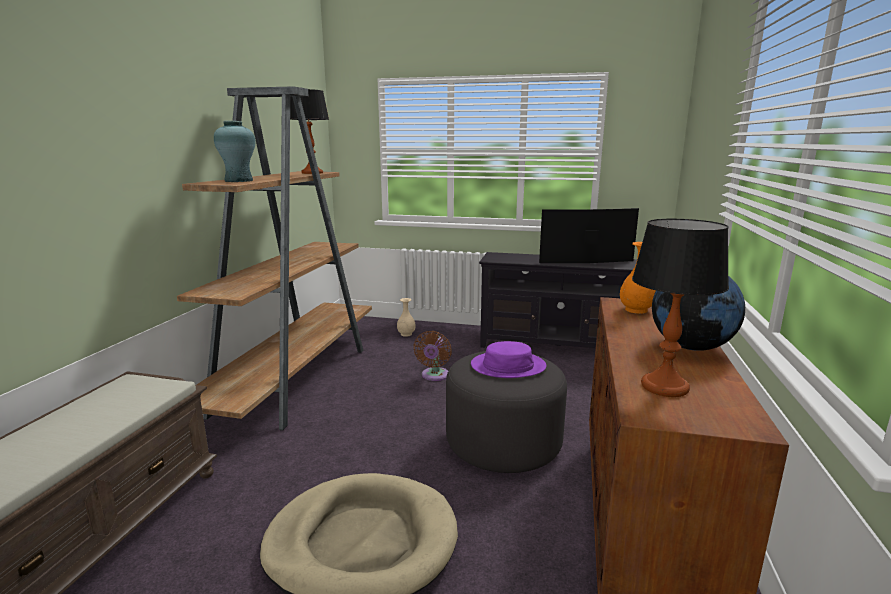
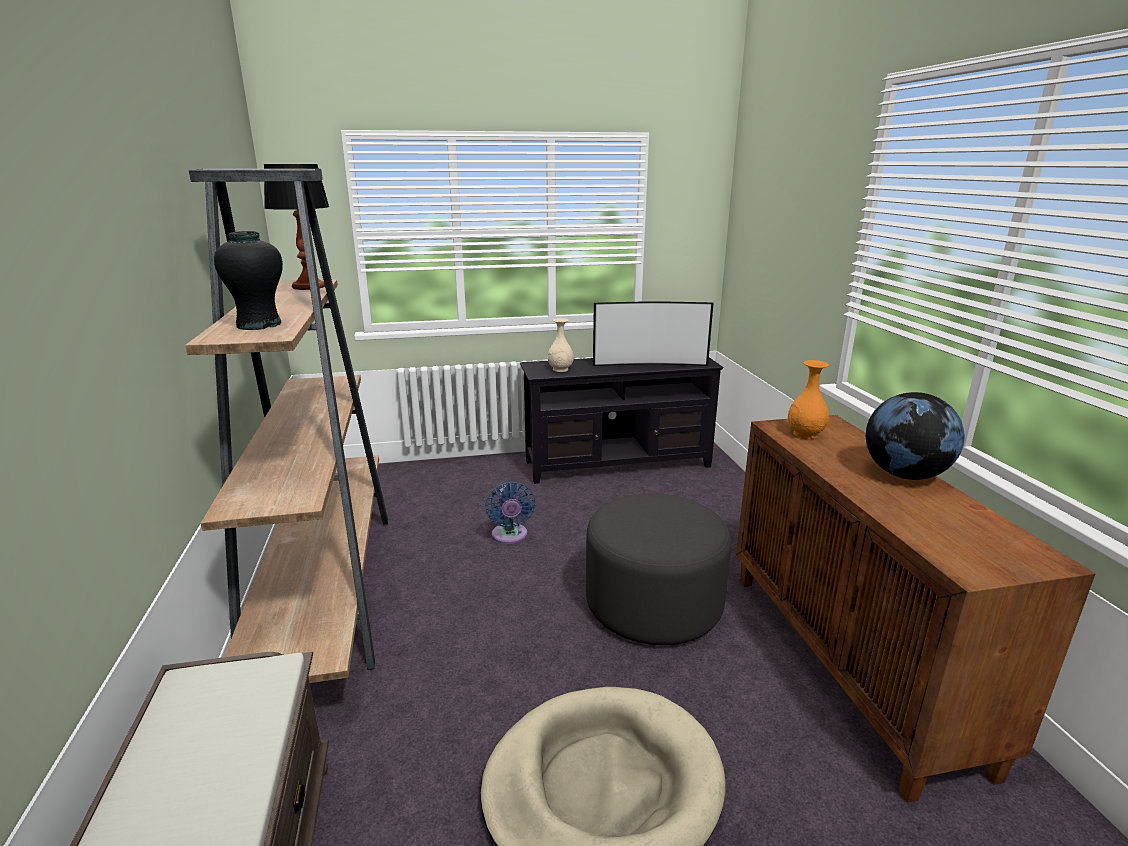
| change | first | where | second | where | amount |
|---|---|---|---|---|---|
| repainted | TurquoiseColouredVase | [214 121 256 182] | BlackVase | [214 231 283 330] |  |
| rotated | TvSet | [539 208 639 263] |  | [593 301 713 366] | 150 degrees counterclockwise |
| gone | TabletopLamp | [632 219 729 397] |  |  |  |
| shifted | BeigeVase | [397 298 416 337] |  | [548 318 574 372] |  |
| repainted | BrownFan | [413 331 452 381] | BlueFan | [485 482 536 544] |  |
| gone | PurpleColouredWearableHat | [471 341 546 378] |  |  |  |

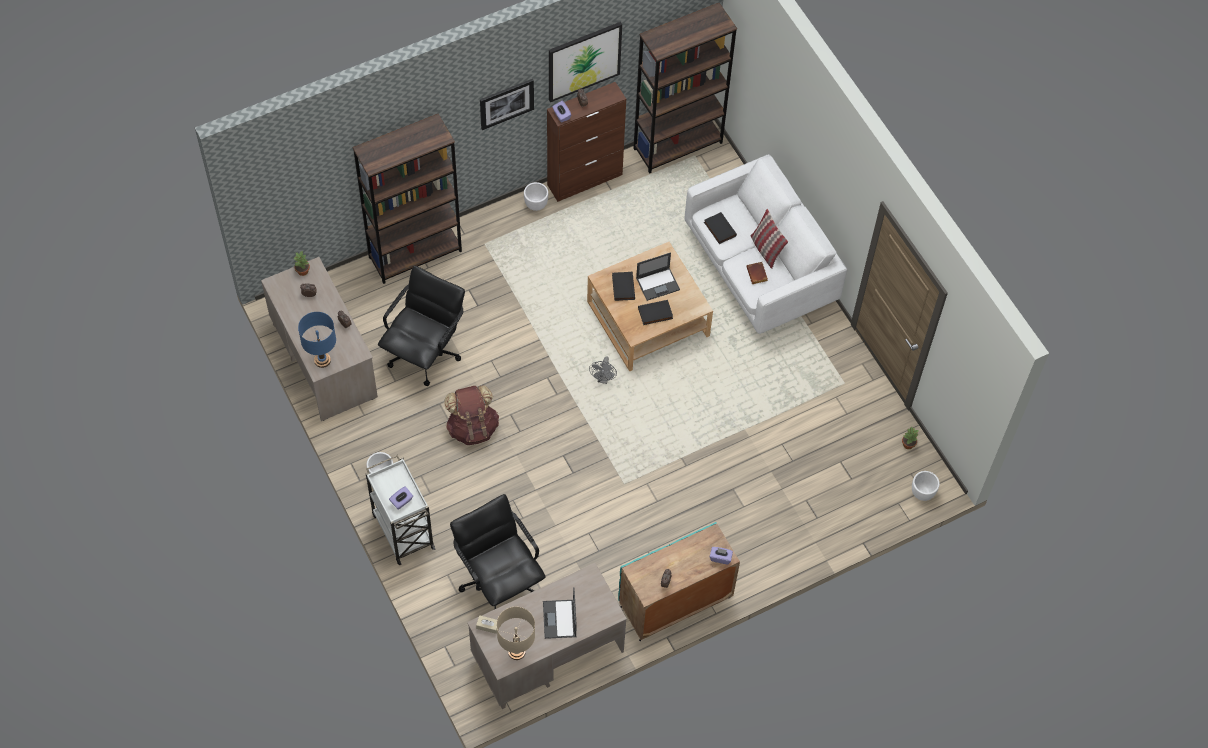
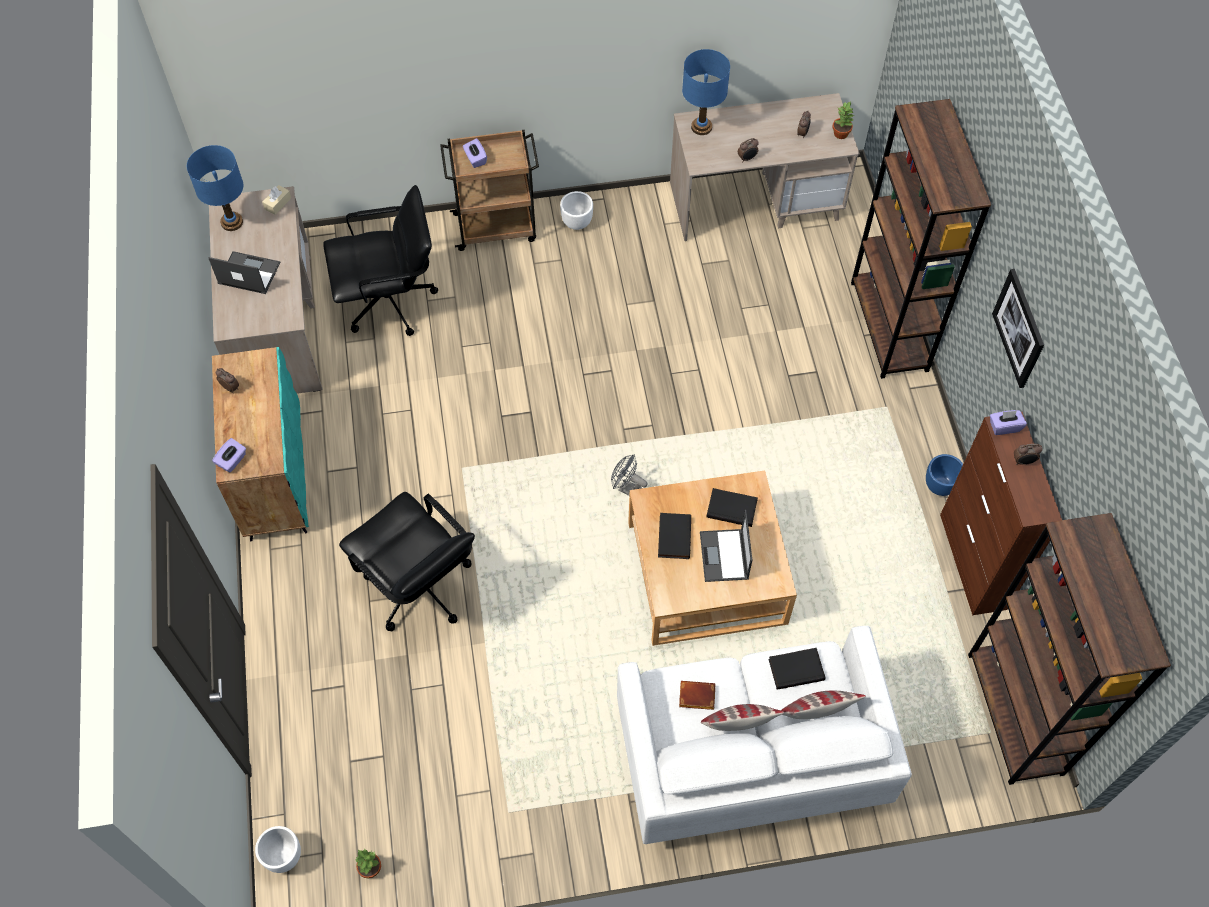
| change | first | where | second | where | amount |
|---|---|---|---|---|---|
| gone | WallPicture | [549 22 622 102] |  |  |  |
| repainted | WhiteColouredPlantPot | [524 182 548 211] | BluePlantPot | [926 454 963 496] |  |
| shifted | BlackDeskChair | [378 266 465 386] |  | [339 492 475 631] |  |
| gone | BrownKnapsack | [444 385 499 445] |  |  |  |
| repainted | WhiteColouredWheeledCart | [366 455 435 565] | BrownWheeledCart | [440 130 539 251] |  |
| repainted | BeigeTabletopLamp | [497 607 535 660] | BlueTabletopLamp | [187 145 244 231] |  |
| new |  |  | Pillow | [781 691 866 719] |  |

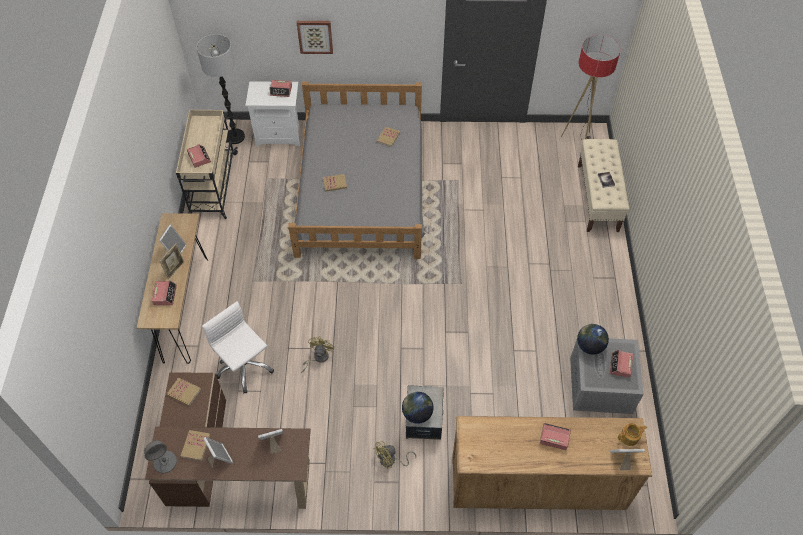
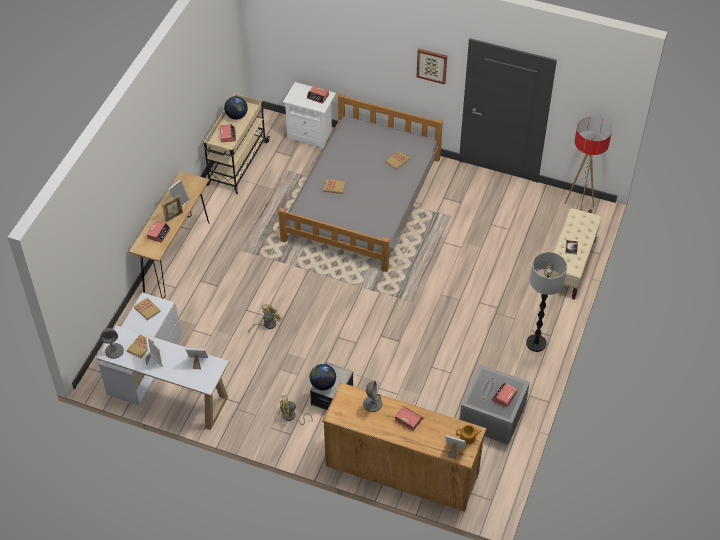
| change | first | where | second | where | amount |
|---|---|---|---|---|---|
| shifted | WallPicture | [297 21 333 54] |  | [416 49 447 85] |  |
| shifted | StandardLamp | [197 34 245 144] |  | [526 252 567 352] |  |
| gone | WhiteColouredDeskChair | [202 301 274 393] |  |  |  |
| shifted | WorldGlobe | [577 324 609 355] |  | [224 96 248 120] |  |
| repainted | BrownDeskUnit | [145 372 311 509] | WhiteColouredDeskUnit | [97 293 229 430] |  |
| new |  |  | GreyTabletopLamp | [363 381 382 412] |  |

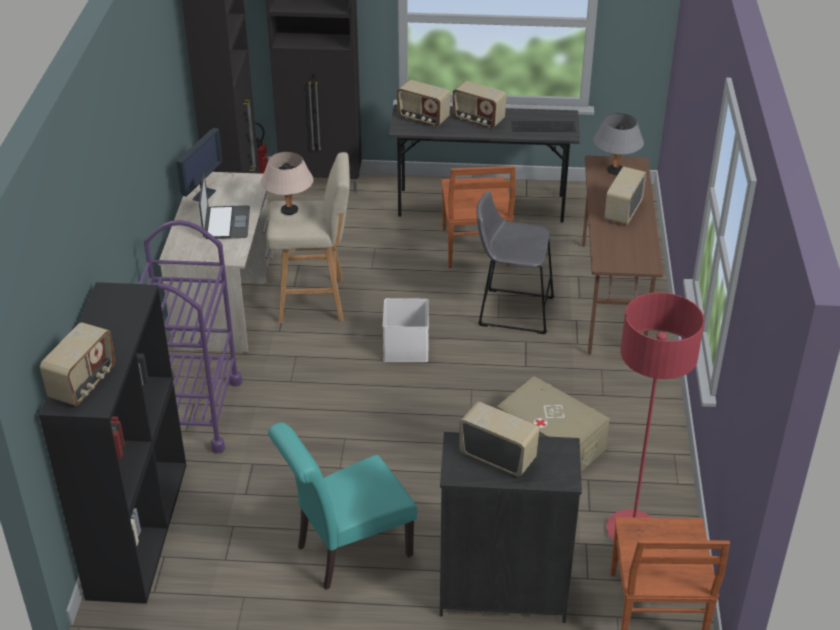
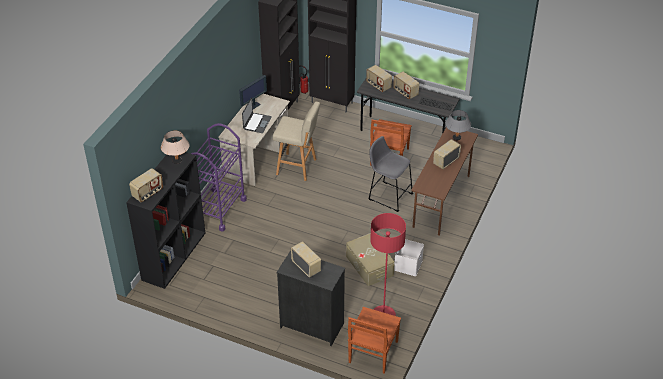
| change | first | where | second | where | amount |
|---|---|---|---|---|---|
| shifted | BeigeTabletopLamp | [261 152 313 215] |  | [161 130 189 164] |  |
| shifted | WhiteColouredStorageContainer | [383 298 429 362] |  | [394 239 424 276] |  |
| gone | TurquoiseColouredUprightChair | [268 423 418 590] |  |  |  |

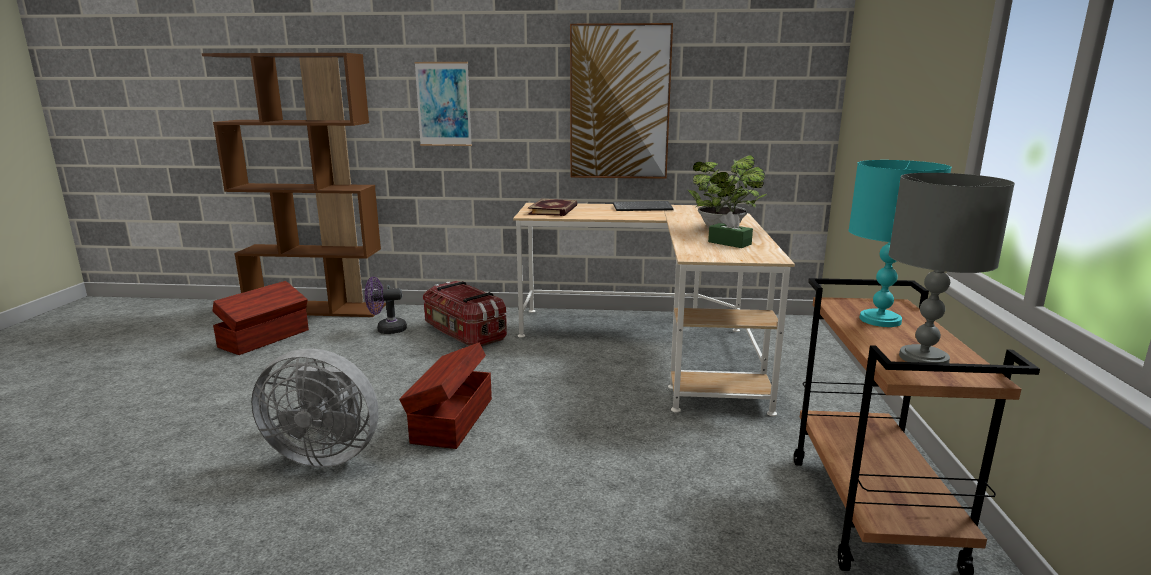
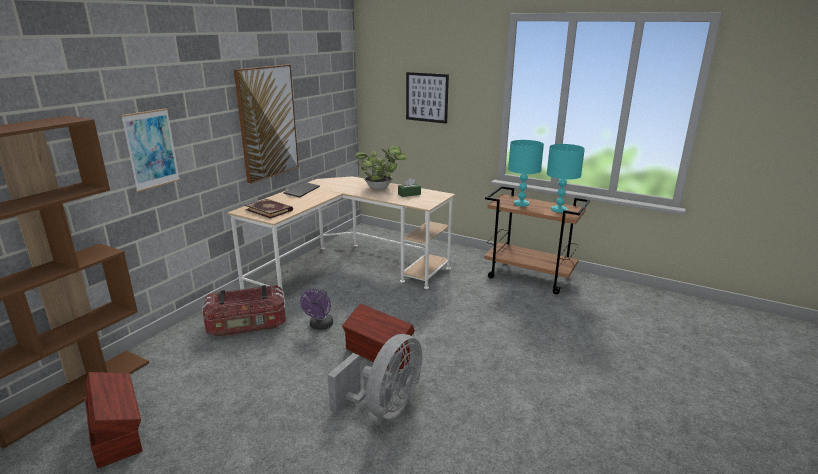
| change | first | where | second | where | amount |
|---|---|---|---|---|---|
| repainted | GreyTabletopLamp | [889 173 1015 363] | TurquoiseColouredTabletopLamp | [547 144 585 213] |  |
| shifted | PurpleColouredFan | [365 277 407 334] |  | [300 289 333 330] |  |
| new |  |  | WallPicture | [406 72 449 124] |  |

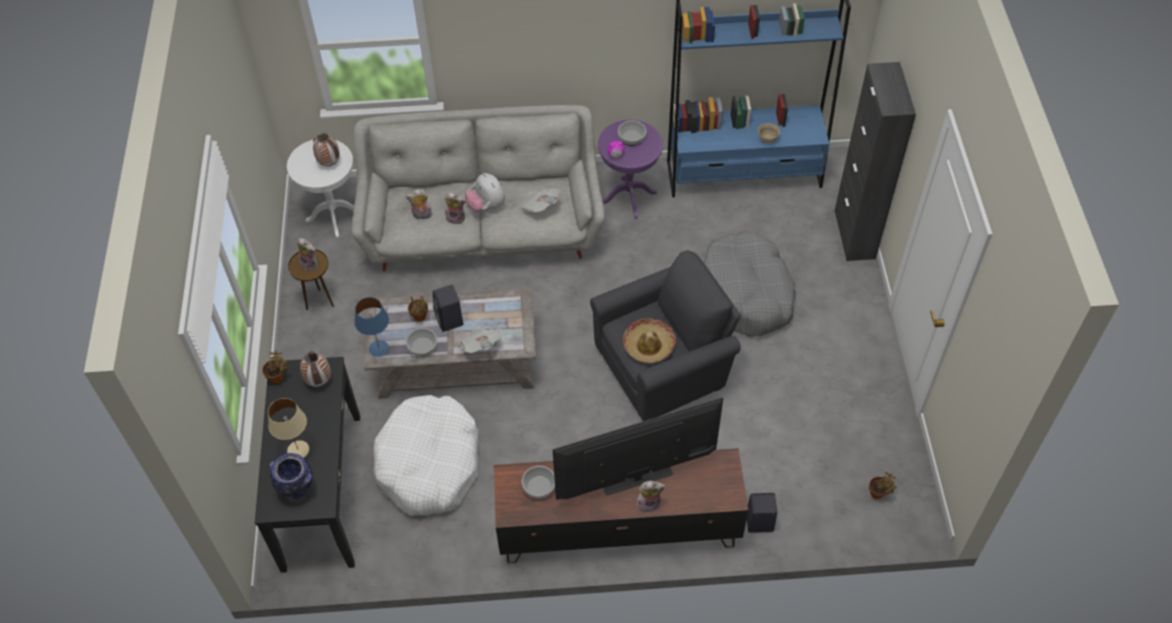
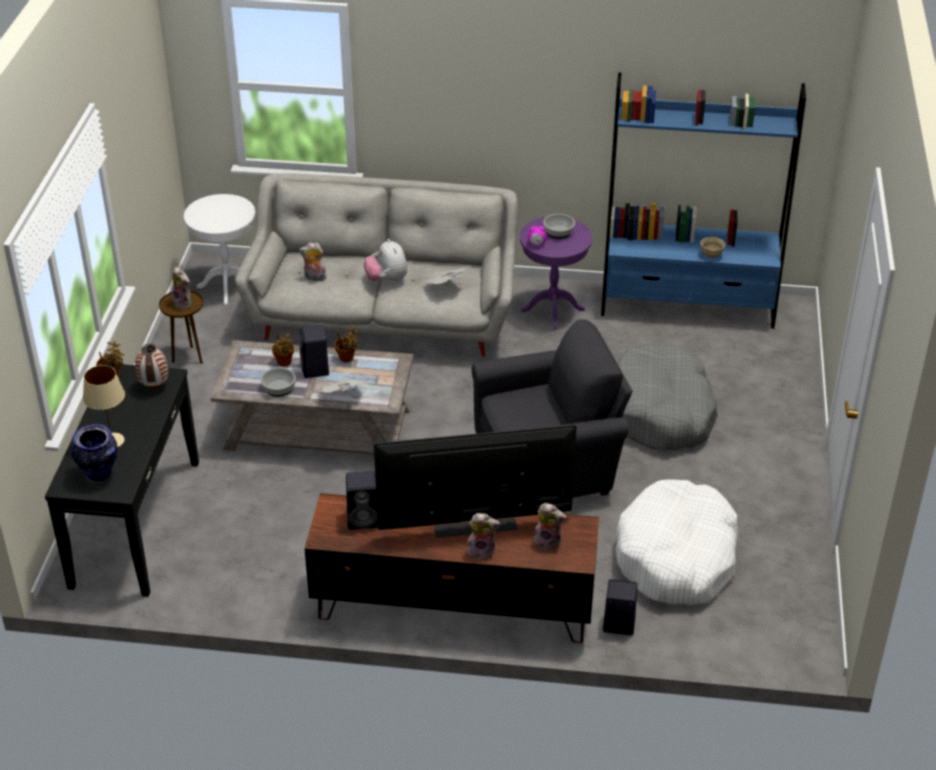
| change | first | where | second | where | amount |
|---|---|---|---|---|---|
| gone | BlackStorageCabinet | [835 62 916 261] |  |  |  |
| gone | Vase | [313 133 340 166] |  |  |  |
| shifted | CuddlyToy | [444 192 466 224] |  | [534 503 567 551] |  |
| gone | BlueTabletopLamp | [355 297 389 357] |  |  |  |
| gone | WearableHat | [623 319 676 363] |  |  |  |
| shifted | WhiteColouredDogBed | [373 395 479 516] |  | [616 479 738 605] |  |
| swapped | DeepDish | [522 466 555 499] | BlackSpeaker | [346 471 378 529] |  |
| shifted | PottedPlant | [869 472 897 499] |  | [335 326 358 362] |  |

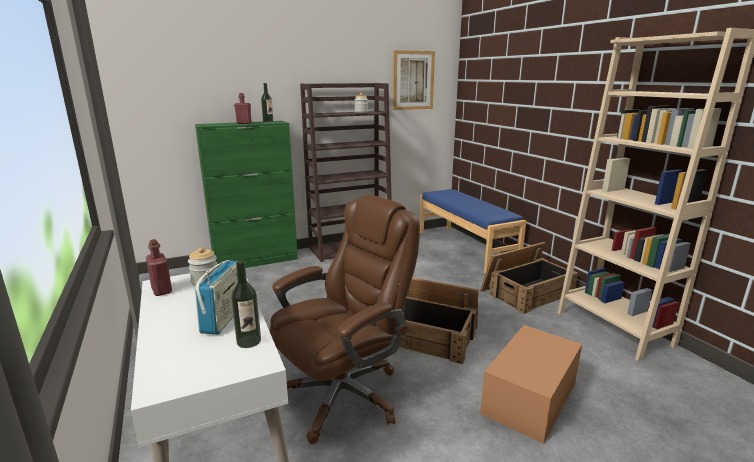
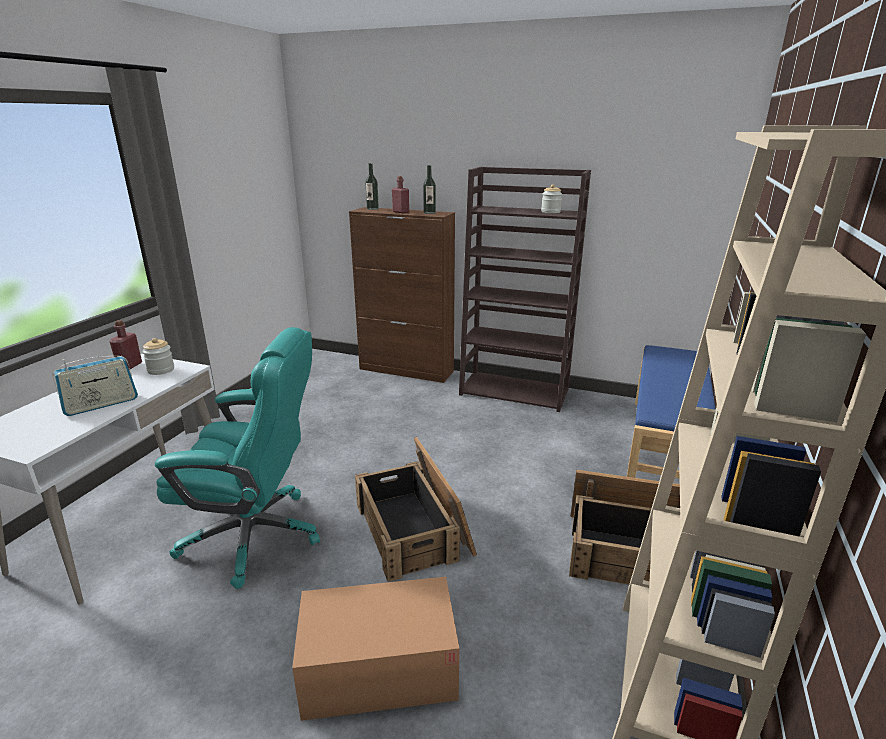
| change | first | where | second | where | amount |
|---|---|---|---|---|---|
| gone | WallPicture | [393 50 435 110] |  |  |  |
| repainted | GreenColouredStorageCabinet | [195 121 298 268] | BrownStorageCabinet | [349 207 455 383] |  |
| repainted | BrownDeskChair | [270 195 420 444] | TurquoiseColouredDeskChair | [155 327 320 589] |  |
| shifted | BeverageBottle | [231 261 261 348] |  | [365 163 379 210] |  |

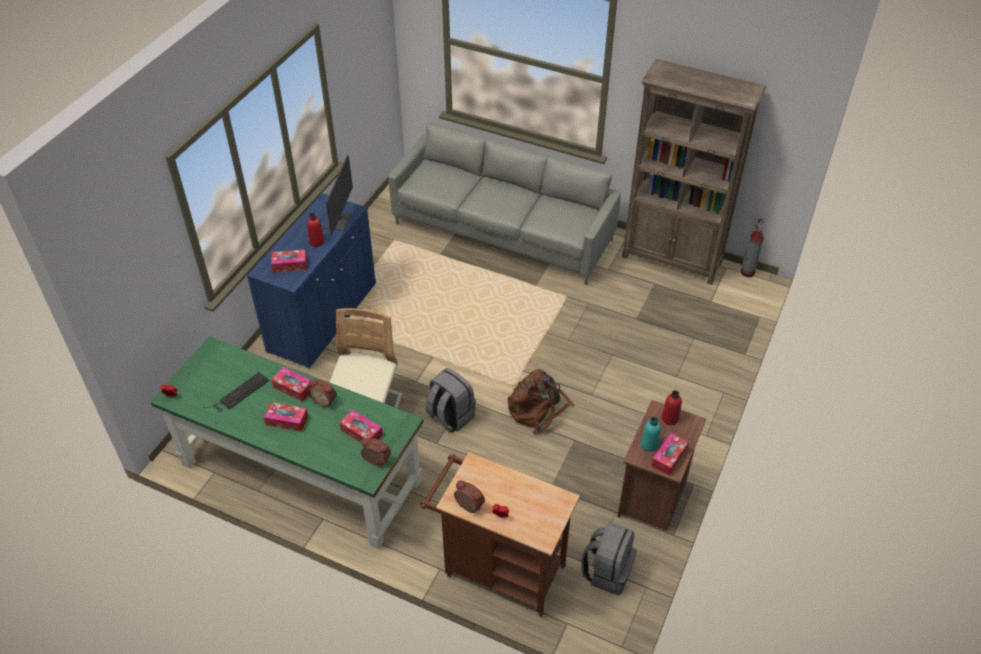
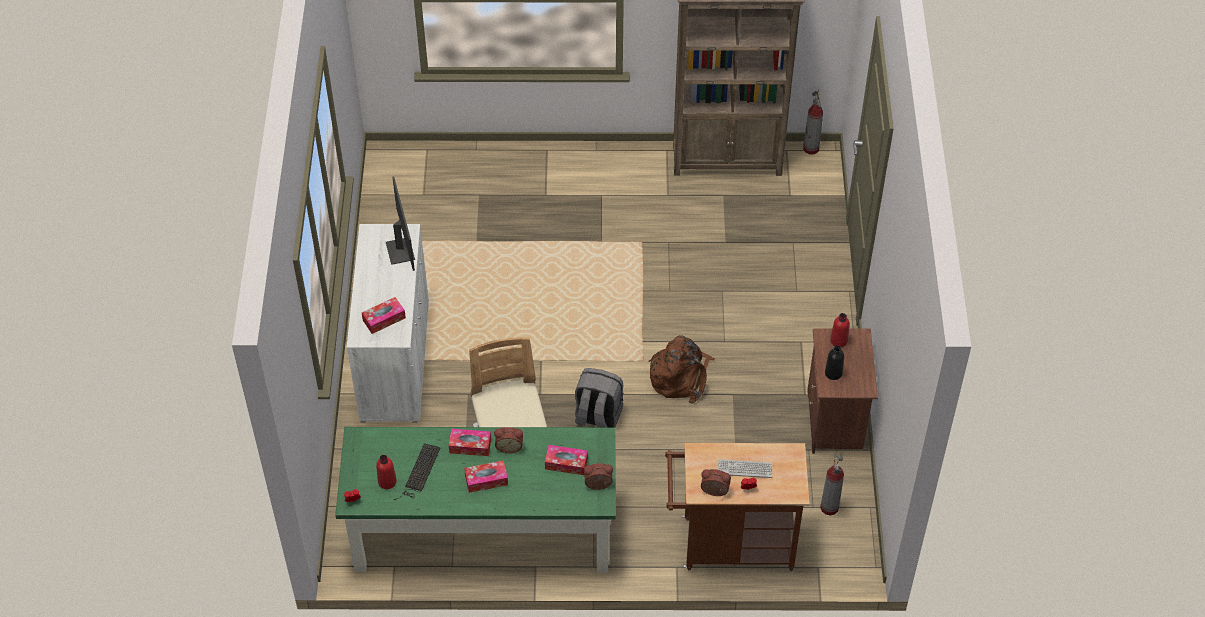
| change | first | where | second | where | amount |
|---|---|---|---|---|---|
| gone | GreySofa | [388 123 621 285] |  |  |  |
| repainted | BlueStorageCabinet | [247 193 376 368] | WhiteColouredStorageCabinet | [347 224 429 423] |  |
| shifted | ReddishBeverageBottle | [307 213 325 247] |  | [376 455 397 489] |  |
| repainted | TurquoiseColouredBeverageBottle | [641 417 661 452] | BlackBeverageBottle | [825 346 844 380] |  |
| gone | TissueBox | [651 433 689 476] |  |  |  |
| swapped | GreyKnapsack | [581 522 637 595] | FireFightingCylinder | [820 453 844 516] |  |
| new |  |  | Keyboard | [718 459 772 478] |  |

